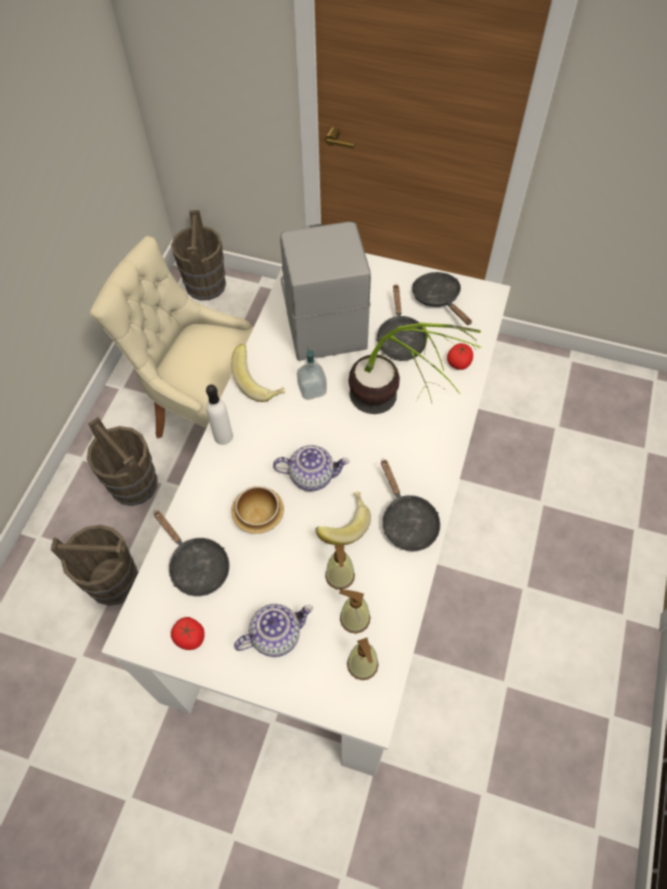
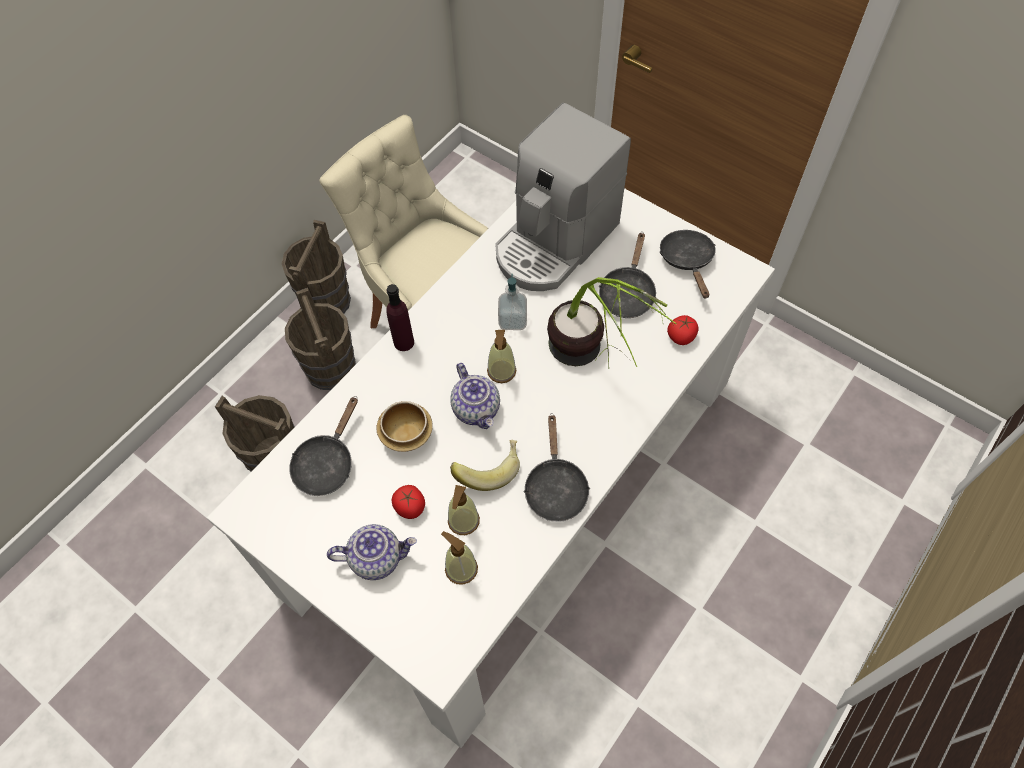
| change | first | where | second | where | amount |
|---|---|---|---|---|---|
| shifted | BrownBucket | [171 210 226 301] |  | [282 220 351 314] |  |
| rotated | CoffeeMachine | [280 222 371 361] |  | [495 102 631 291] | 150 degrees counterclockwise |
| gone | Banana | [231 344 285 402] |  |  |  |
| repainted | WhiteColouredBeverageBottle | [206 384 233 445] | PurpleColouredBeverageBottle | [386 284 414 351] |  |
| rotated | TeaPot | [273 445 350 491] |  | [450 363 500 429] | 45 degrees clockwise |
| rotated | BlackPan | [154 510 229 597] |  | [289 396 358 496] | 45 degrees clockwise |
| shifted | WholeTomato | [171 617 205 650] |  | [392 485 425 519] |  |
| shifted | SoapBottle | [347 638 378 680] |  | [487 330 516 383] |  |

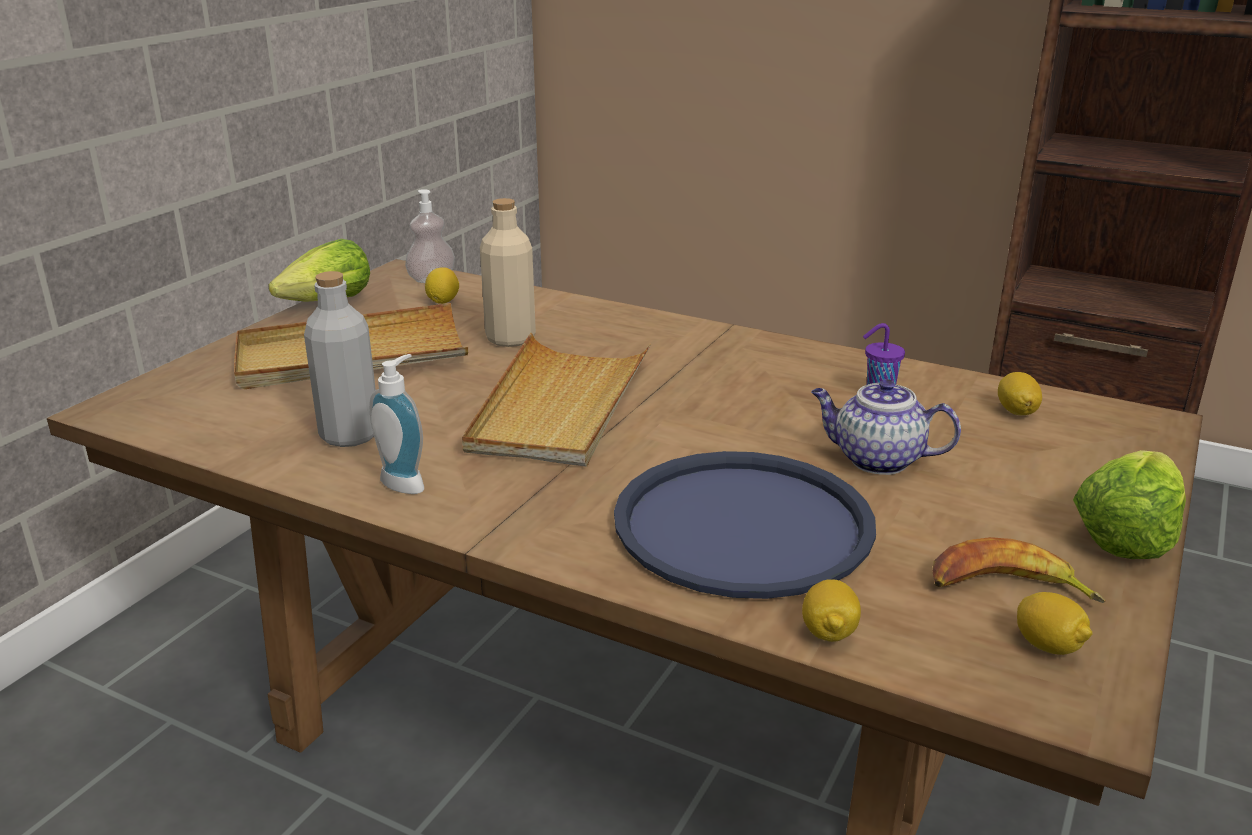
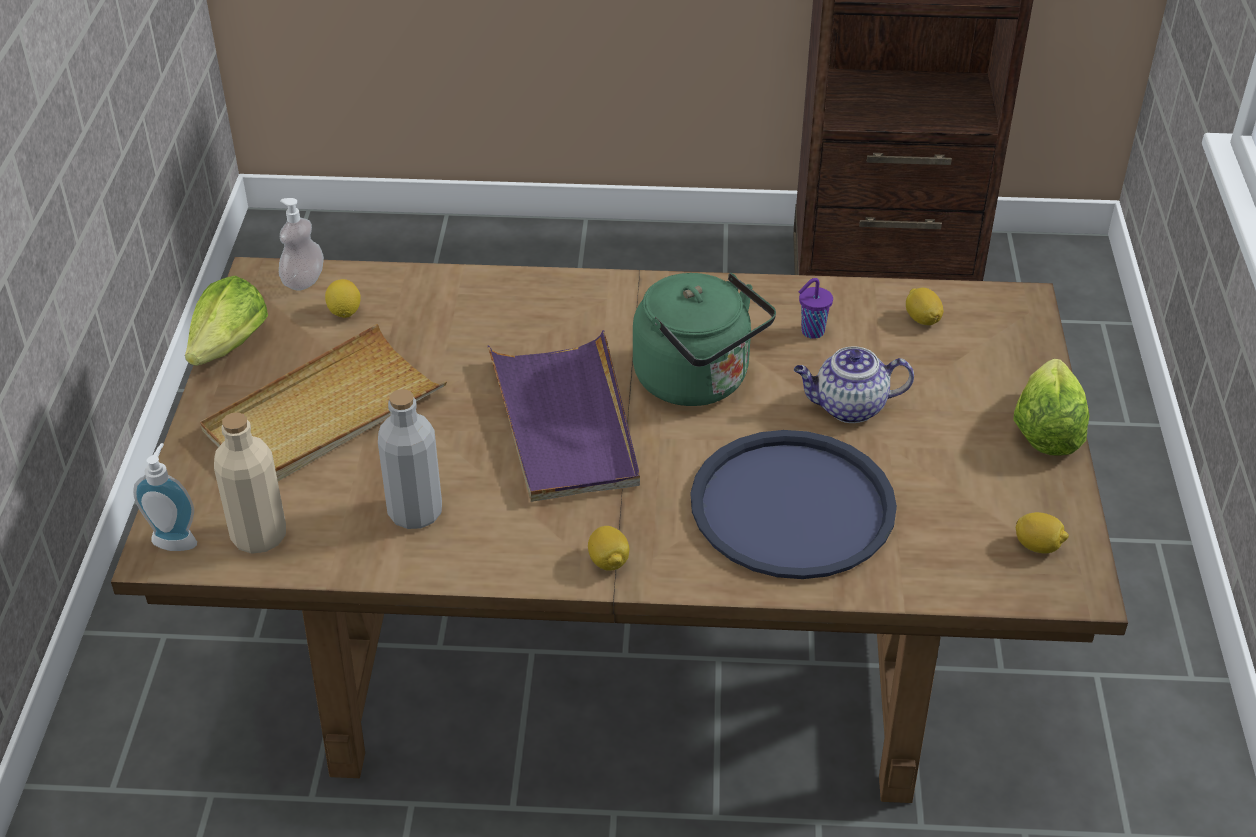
| change | first | where | second | where | amount |
|---|---|---|---|---|---|
| shifted | BeigeBeverageBottle | [480 198 536 347] |  | [214 412 286 554] |  |
| repainted | BeigeTray | [462 333 651 467] | PurpleColouredTray | [488 330 640 502] |  |
| shifted | SoapBottle | [369 354 424 494] |  | [133 443 197 551] |  |
| gone | Banana | [932 537 1106 603] |  |  |  |
| shifted | WholeLemon | [802 579 861 642] |  | [588 526 629 571] |  |
| new |  |  | GreenColouredTeaKettle | [633 273 776 406] |  |

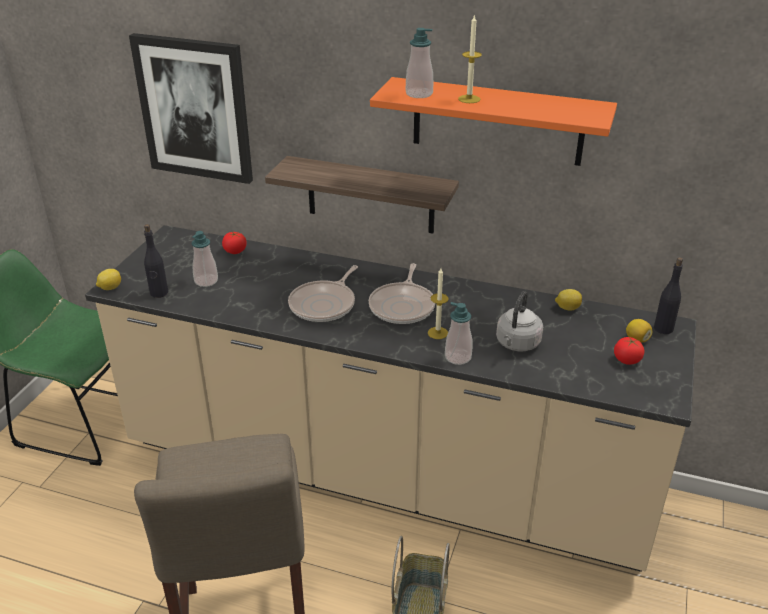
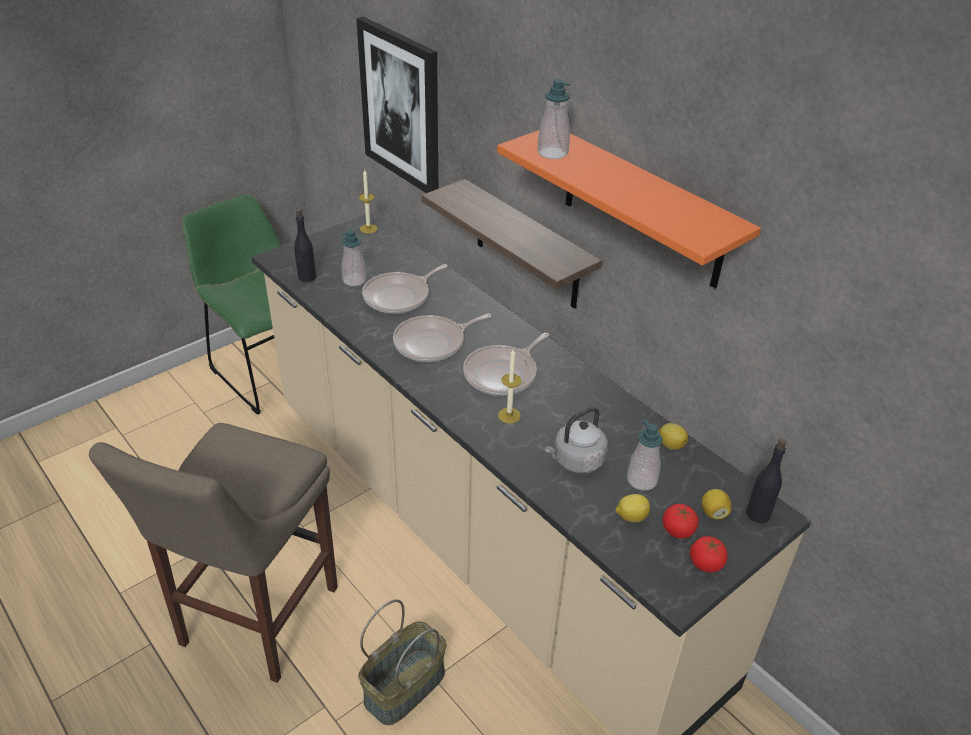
| change | first | where | second | where | amount |
|---|---|---|---|---|---|
| shifted | Candle | [458 16 482 103] |  | [359 170 378 234] |  |
| shifted | WholeTomato | [222 232 247 254] |  | [690 536 728 572] |  |
| shifted | WholeLemon | [96 269 121 290] |  | [616 494 650 522] |  |
| shifted | SoapBottle | [445 302 472 365] |  | [627 419 663 490] |  |
| new |  |  | Pan | [362 264 448 314] |  |

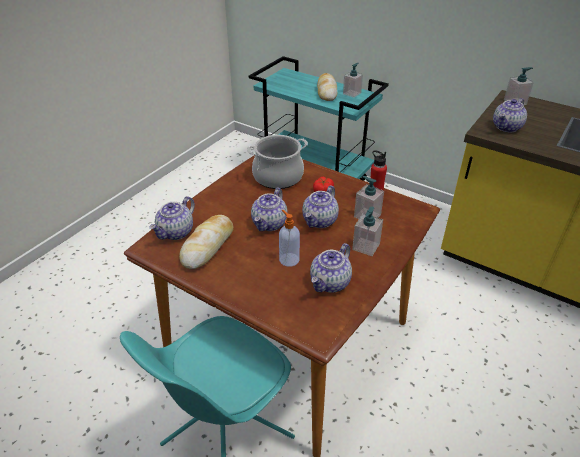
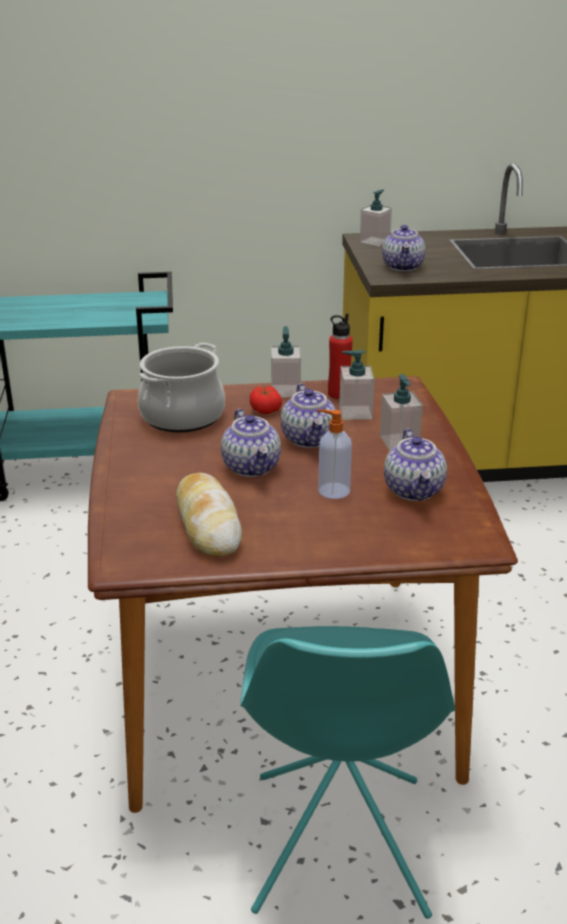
| change | first | where | second | where | amount |
|---|---|---|---|---|---|
| shifted | SoapBottle | [343 63 363 98] |  | [271 326 301 397] |  |
| gone | Bread | [317 73 337 101] |  |  |  |
| gone | TeaPot | [149 196 195 240] |  |  |  |

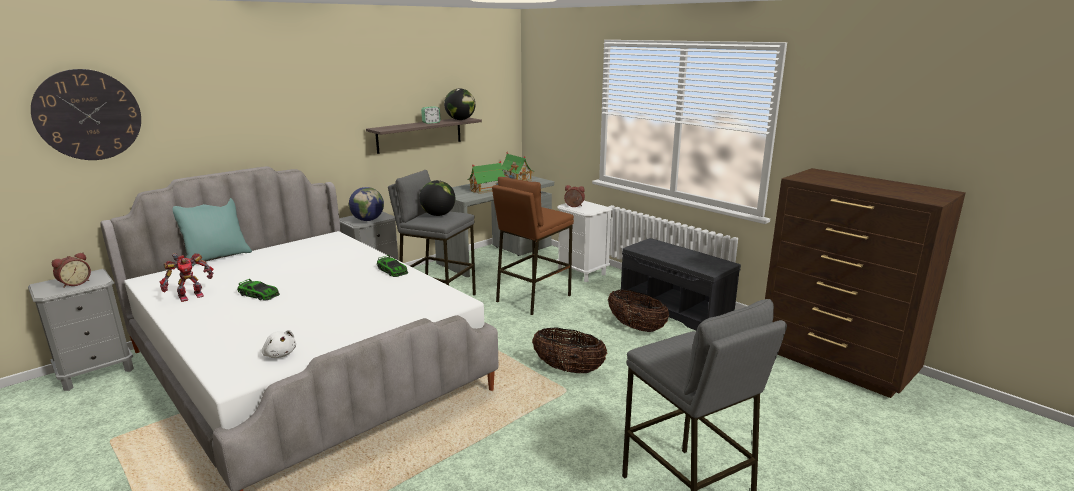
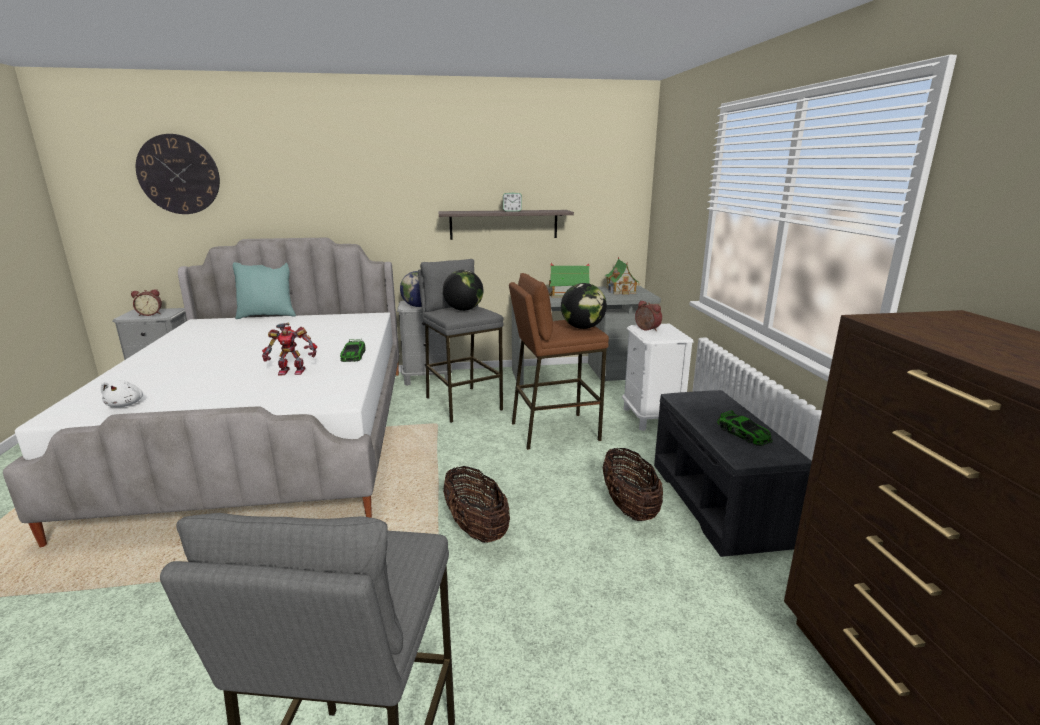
| change | first | where | second | where | amount |
|---|---|---|---|---|---|
| shifted | WorldGlobe | [444 88 475 120] |  | [561 283 607 329] |  |
| shifted | ToyRobot | [159 253 214 302] |  | [262 323 317 375] |  |
| shifted | MiniatureCar | [237 279 280 301] |  | [717 410 773 446] |  |

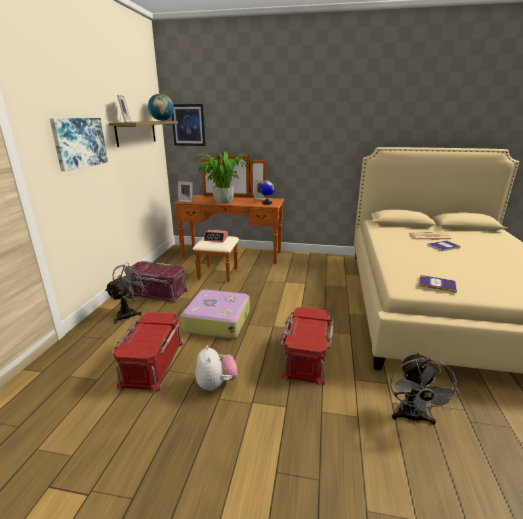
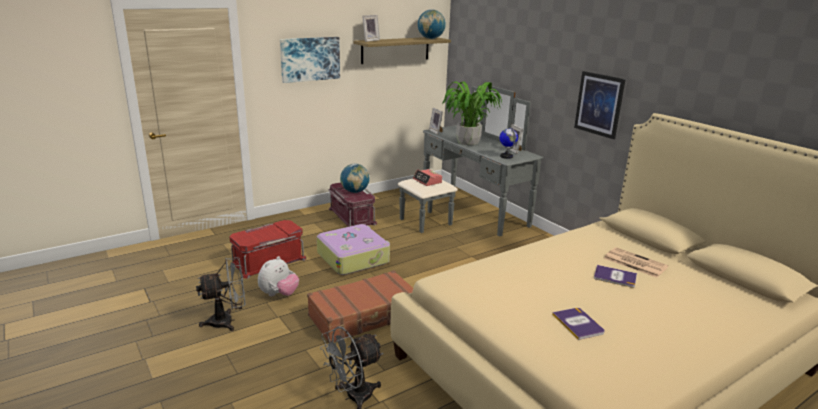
| change | first | where | second | where | amount |
|---|---|---|---|---|---|
| shifted | WallPicture | [172 104 206 146] |  | [574 71 626 139] |  |
| repainted | BrownDrawerChest | [174 155 284 282] | GreyDrawerChest | [398 86 543 237] |  |
| shifted | GreyFan | [105 262 149 324] |  | [196 257 245 331] |  |
| shifted | Volume | [419 275 457 293] |  | [552 308 605 340] |  |
| swapped | ReddishStorageContainer | [281 307 333 386] | BrownTravelCase | [307 270 413 343] |  |
| new |  |  | WorldGlobe | [340 164 370 193] |  |

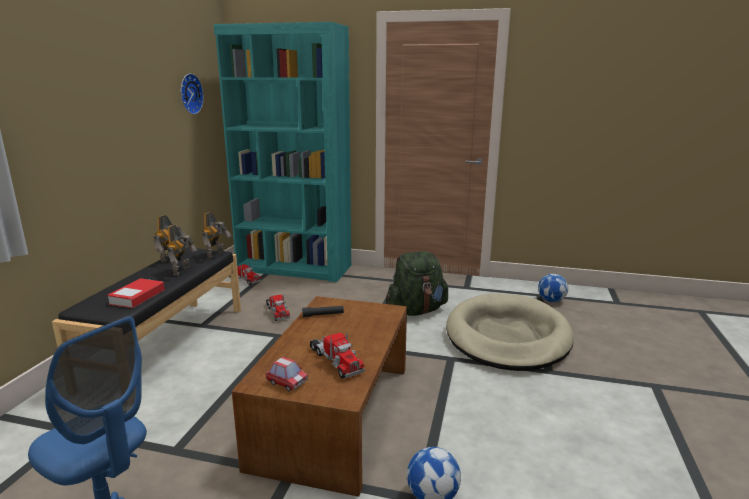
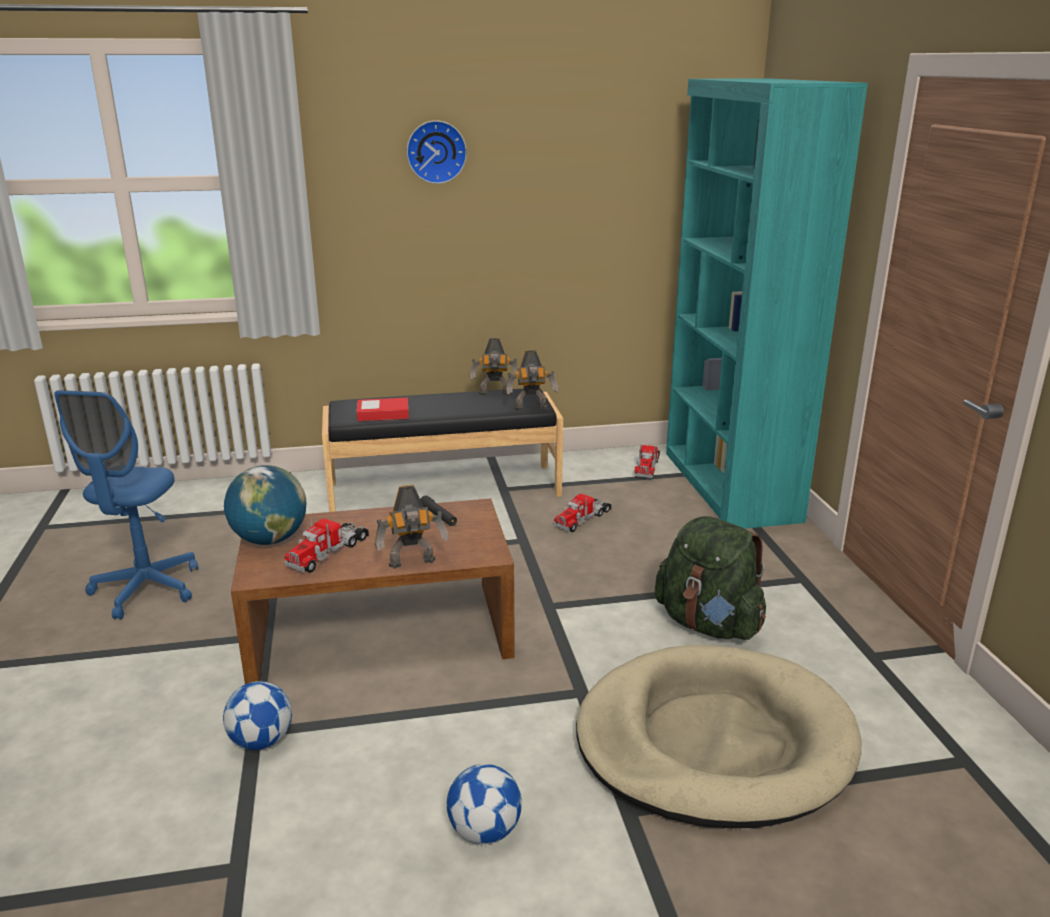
| change | first | where | second | where | amount |
|---|---|---|---|---|---|
| shifted | WallClock | [181 73 204 114] |  | [407 120 467 184] |  |
| shifted | ToyRobot | [165 225 197 277] |  | [374 485 449 569] |  |
| shifted | Football | [538 274 568 302] |  | [447 764 522 844] |  |
| swapped | MiniatureCar | [266 357 308 391] | WorldGlobe | [224 465 306 545] |  |

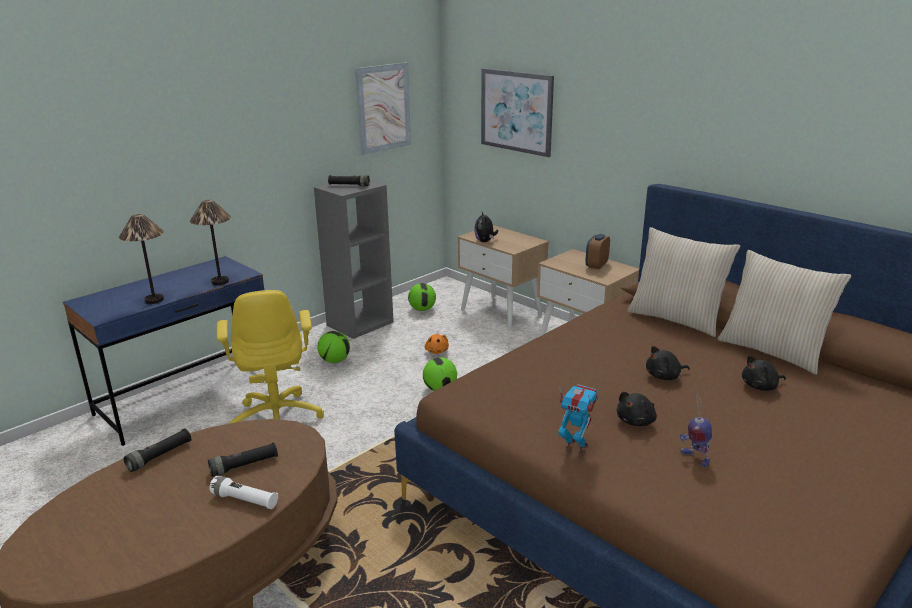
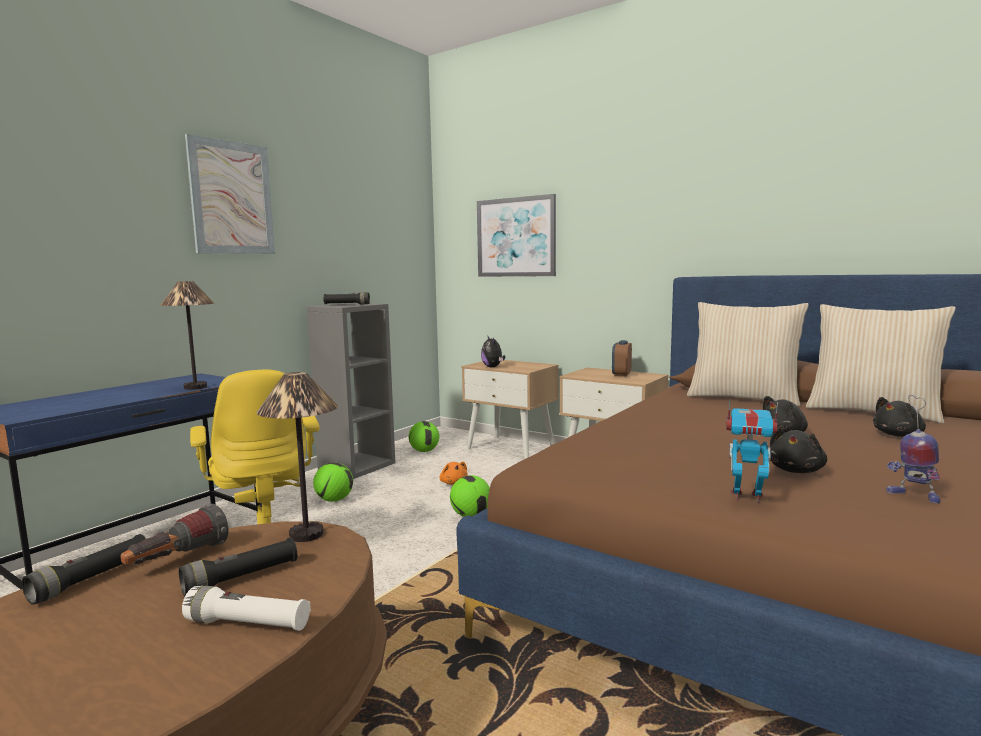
| change | first | where | second | where | amount |
|---|---|---|---|---|---|
| shifted | WallPicture | [355 62 411 155] |  | [185 134 275 254] |  |
| shifted | TabletopLamp | [119 214 164 304] |  | [257 372 338 542] |  |
| new |  |  | HandTorch | [120 504 229 565] |  |

